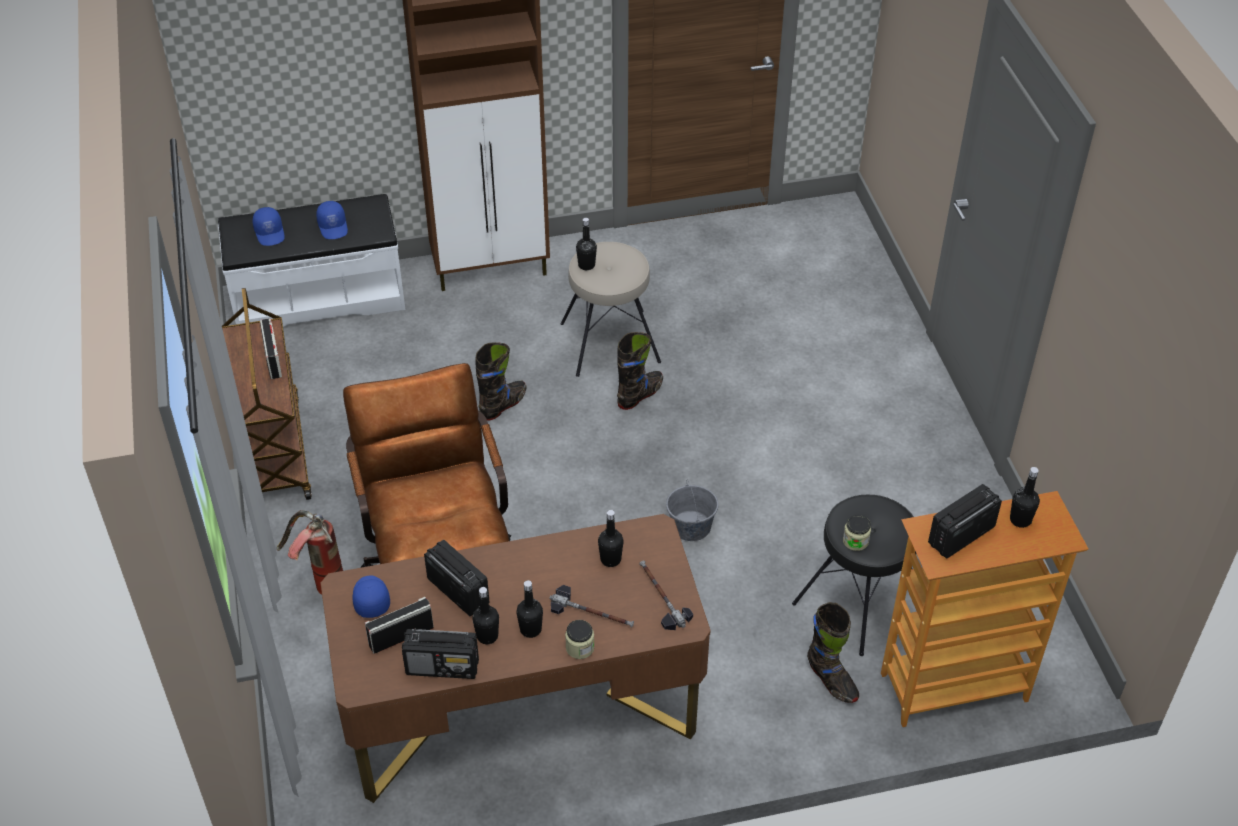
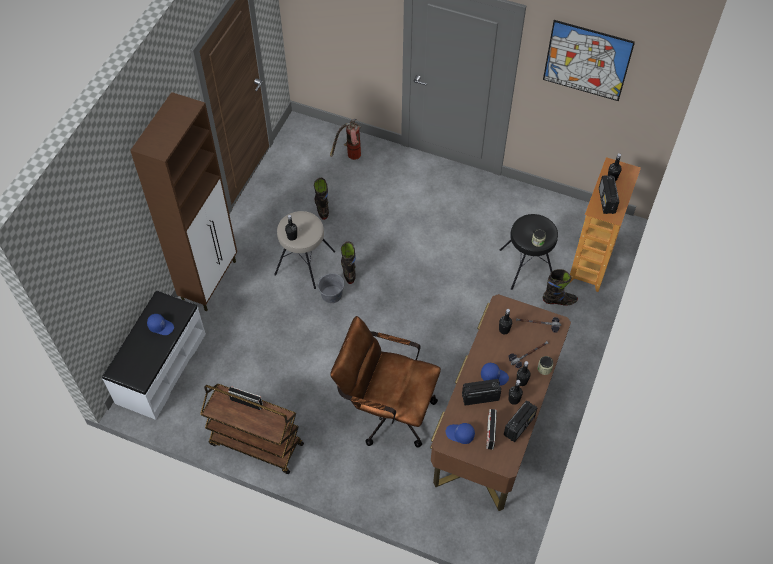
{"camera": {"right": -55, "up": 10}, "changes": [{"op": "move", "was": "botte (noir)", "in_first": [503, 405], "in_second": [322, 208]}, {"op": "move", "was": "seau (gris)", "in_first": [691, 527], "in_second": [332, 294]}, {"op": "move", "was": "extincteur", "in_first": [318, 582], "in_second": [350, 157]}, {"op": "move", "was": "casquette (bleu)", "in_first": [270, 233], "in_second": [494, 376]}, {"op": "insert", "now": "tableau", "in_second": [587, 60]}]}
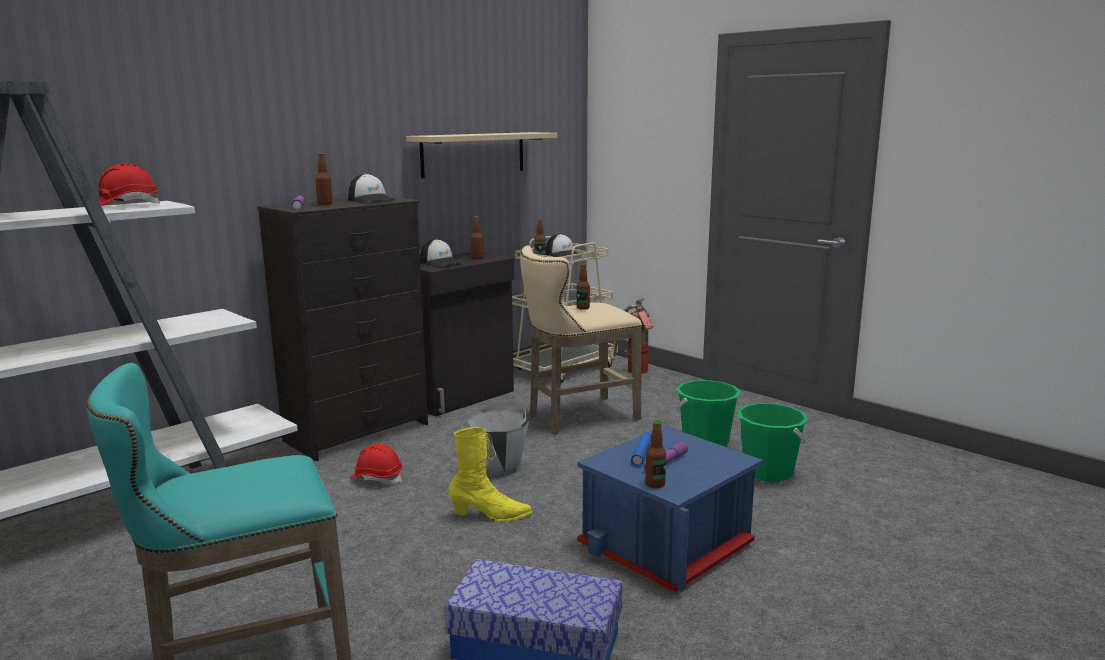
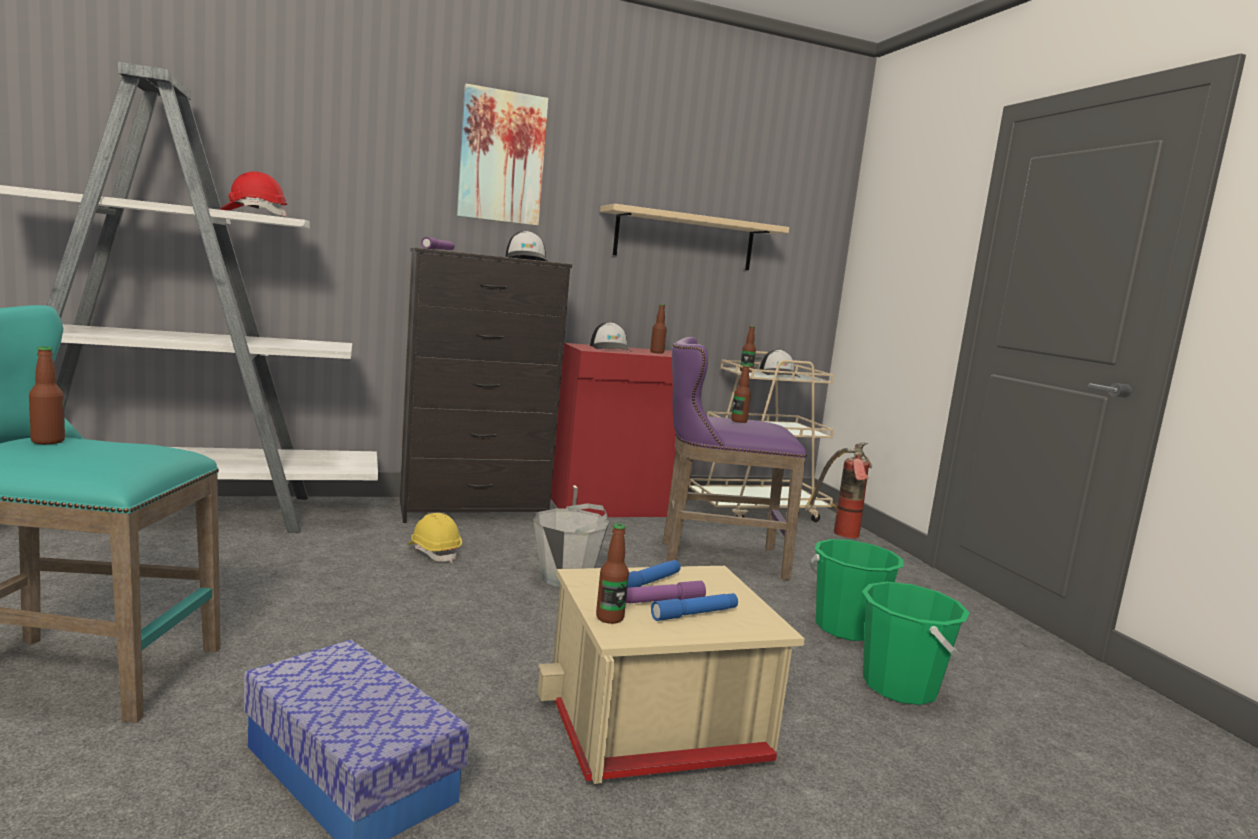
{"camera": {"right": 25, "up": -5}, "changes": [{"op": "move", "was": "bouteille", "in_first": [325, 204], "in_second": [48, 441]}, {"op": "recolor", "was": "casque de chantier (rouge)", "now": "casque de chantier (jaune)", "in_first": [377, 478], "in_second": [434, 552]}, {"op": "insert", "now": "tableau", "in_second": [502, 157]}, {"op": "recolor", "was": "boîte de rangement (bleu)", "now": "boîte de rangement (beige)", "in_first": [668, 544], "in_second": [658, 723]}, {"op": "recolor", "was": "meuble de rangement (noir)", "now": "meuble de rangement (rouge)", "in_first": [461, 397], "in_second": [614, 508]}, {"op": "insert", "now": "lampe de poche (bleu)", "in_second": [694, 614]}, {"op": "recolor", "was": "tabouret (beige)", "now": "tabouret (violet)", "in_first": [576, 417], "in_second": [715, 558]}, {"op": "delete", "was": "botte (jaune)", "in_first": [490, 516]}]}
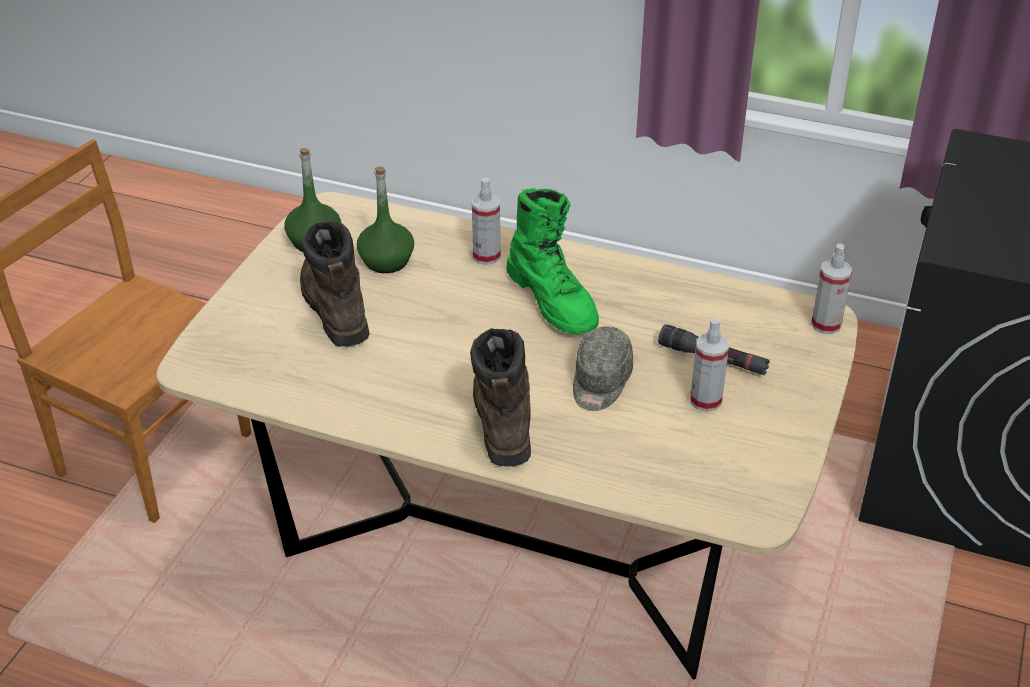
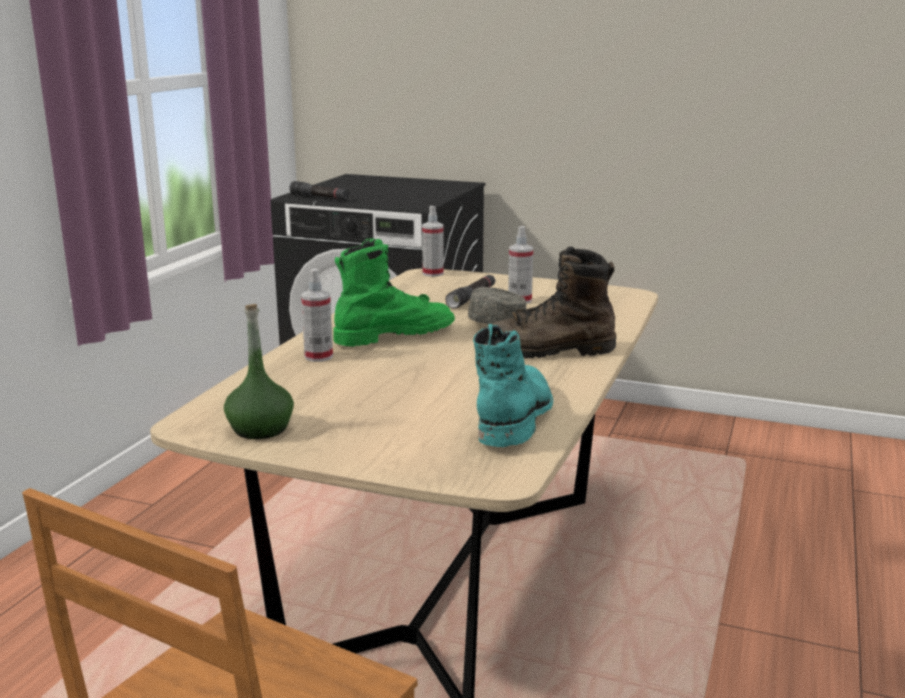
{"camera": {"right": -90, "up": -20}, "changes": [{"op": "insert", "now": "lampe de poche (noir)", "in_second": [319, 197]}, {"op": "insert", "now": "botte (turquoise)", "in_second": [515, 416]}, {"op": "delete", "was": "botte (marron)", "in_first": [333, 306]}, {"op": "delete", "was": "bouteille (vert)", "in_first": [386, 261]}]}
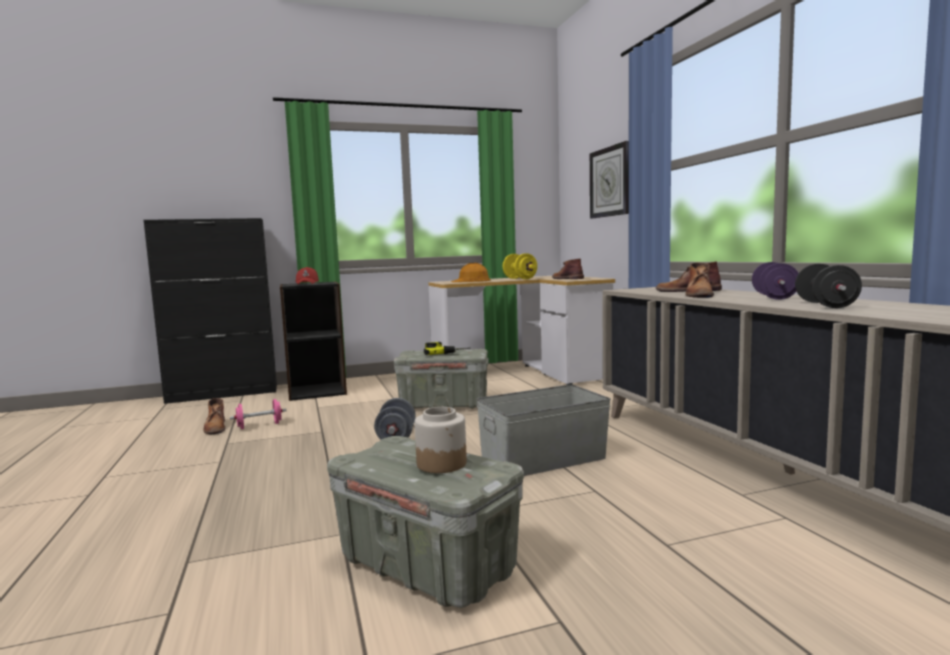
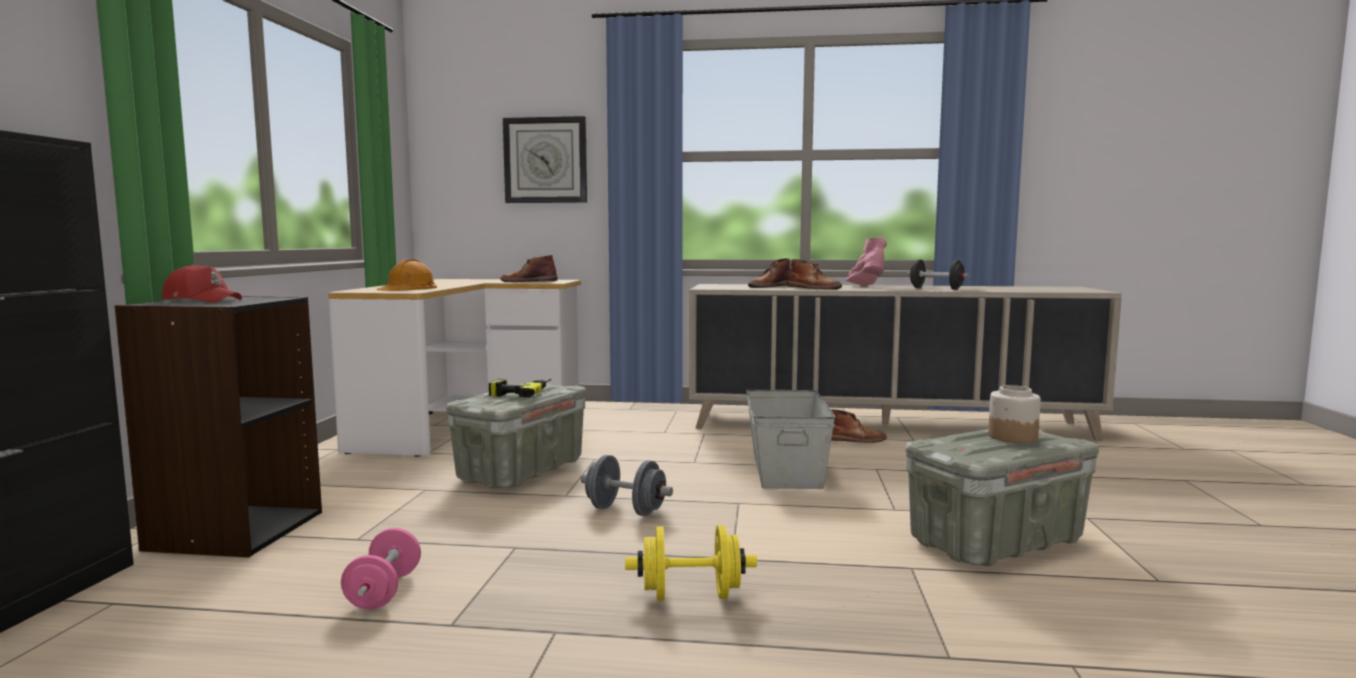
{"camera": {"right": -65, "up": 0}, "changes": [{"op": "move", "was": "haltère (jaune)", "in_first": [520, 279], "in_second": [691, 595]}, {"op": "move", "was": "botte (marron)", "in_first": [215, 427], "in_second": [855, 439]}, {"op": "replace", "was": "haltère (violet)", "now": "botte (rose)", "in_first": [774, 297], "in_second": [866, 286]}]}
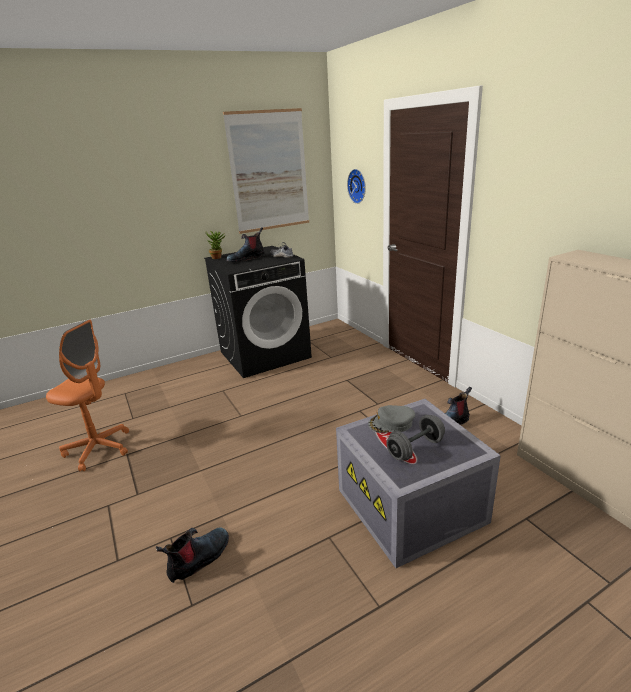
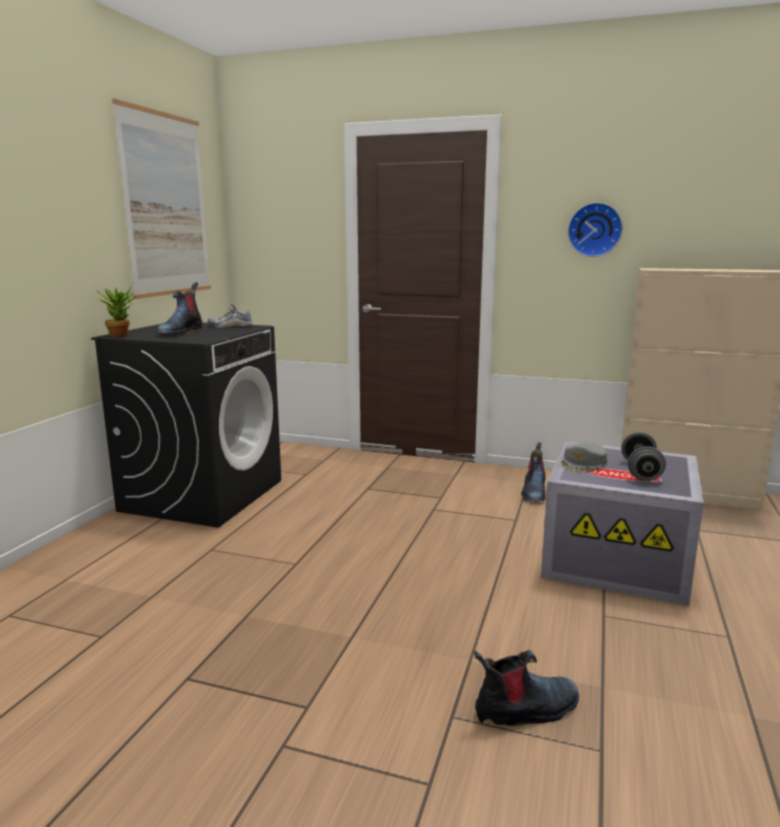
{"camera": {"right": -45, "up": -10}, "changes": [{"op": "rotate", "was": "botte", "in_first": [199, 559], "in_second": [526, 710], "clockwise": 75}, {"op": "move", "was": "horloge murale", "in_first": [358, 186], "in_second": [594, 229]}, {"op": "delete", "was": "chaise de bureau (orange)", "in_first": [99, 449]}]}
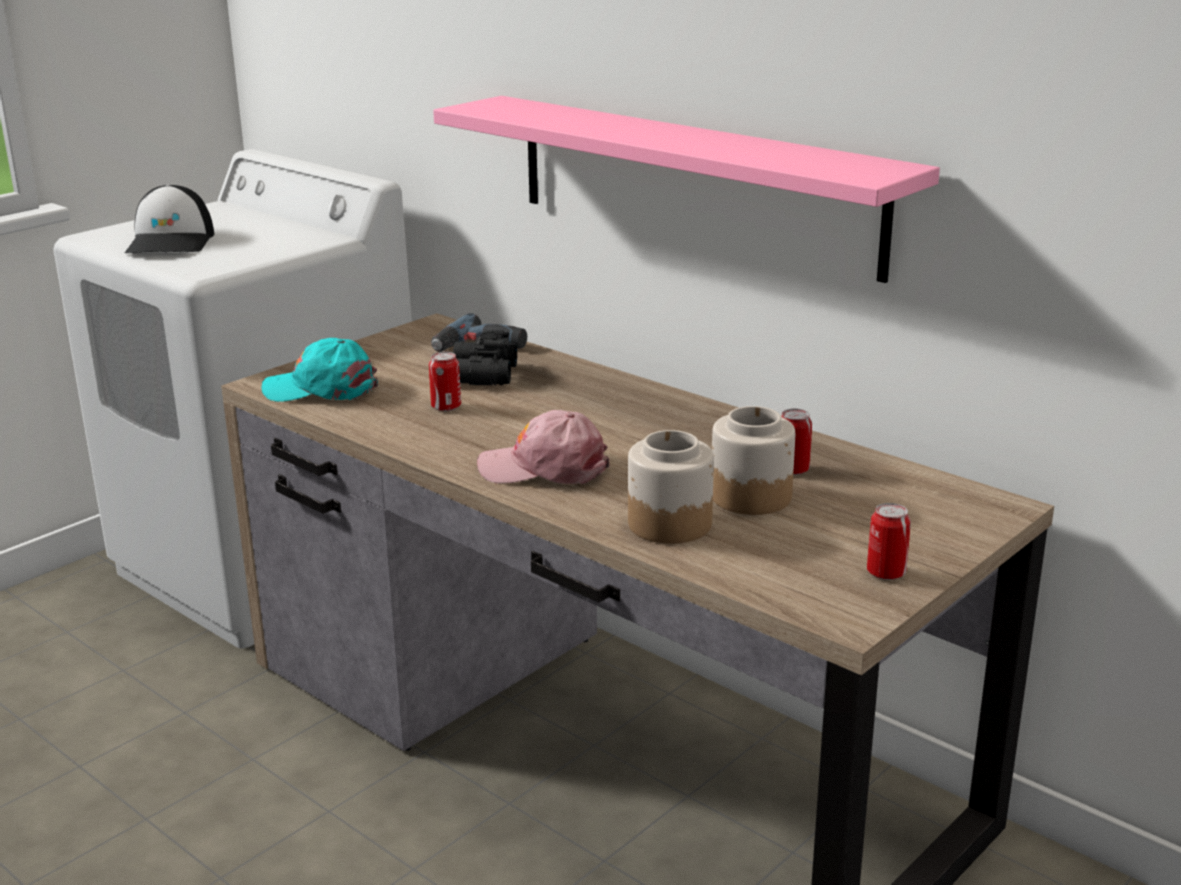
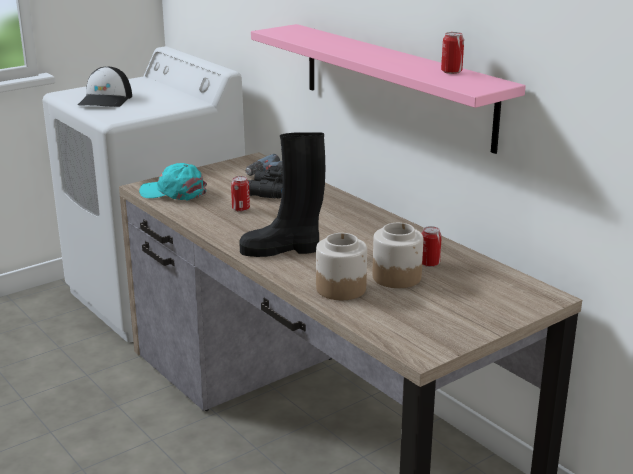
{"camera": {"right": 10, "up": 0}, "changes": [{"op": "replace", "was": "casquette (rose)", "now": "botte (noir)", "in_first": [544, 468], "in_second": [282, 249]}, {"op": "move", "was": "boîte métallique", "in_first": [886, 573], "in_second": [451, 72]}]}
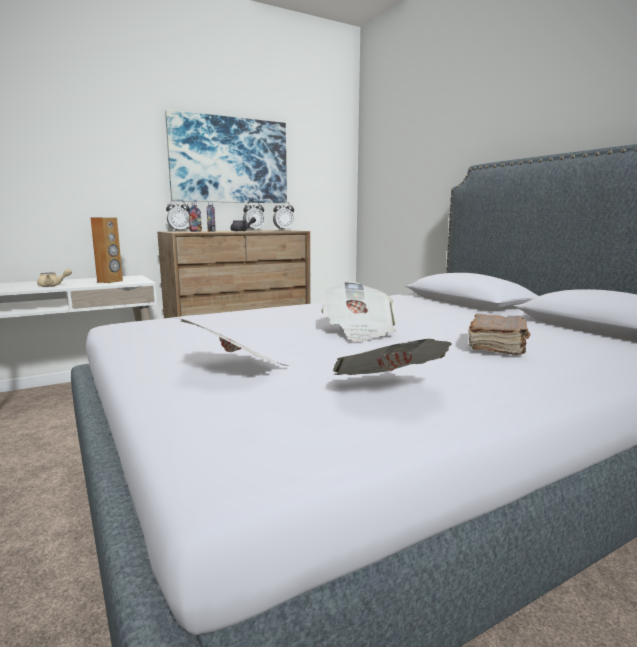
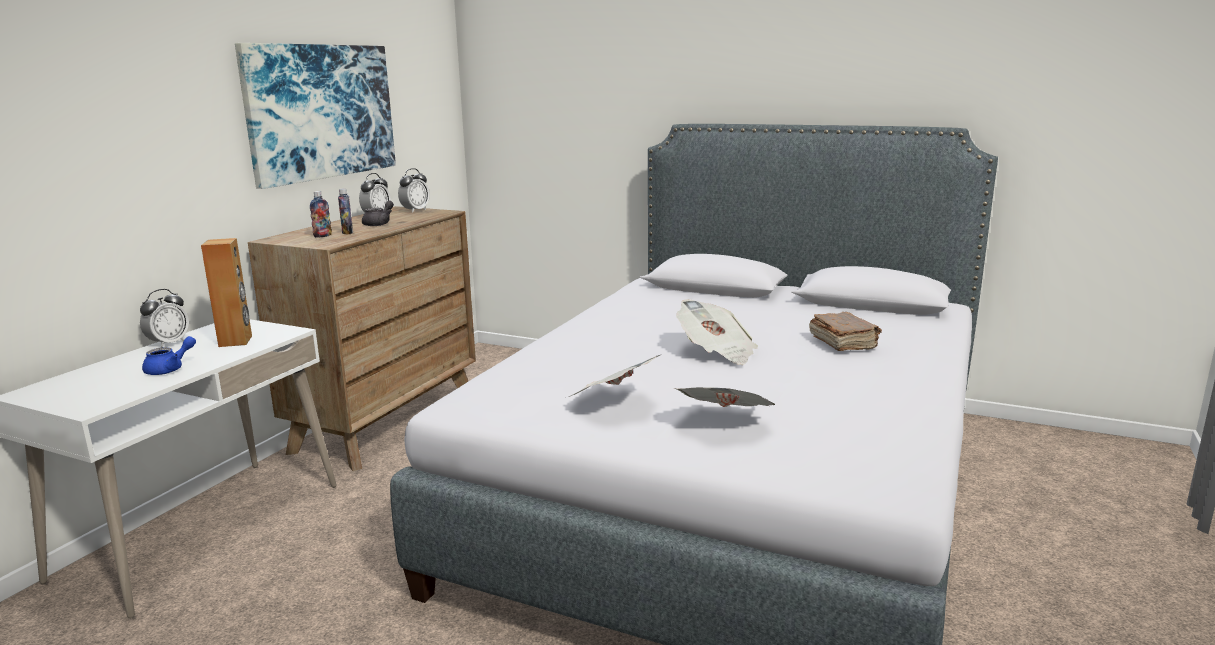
{"camera": {"right": -35, "up": 5}, "changes": [{"op": "move", "was": "réveil", "in_first": [179, 231], "in_second": [168, 343]}, {"op": "recolor", "was": "théière (beige)", "now": "théière (bleu)", "in_first": [53, 285], "in_second": [170, 369]}, {"op": "move", "was": "journal", "in_first": [387, 391], "in_second": [612, 401]}]}
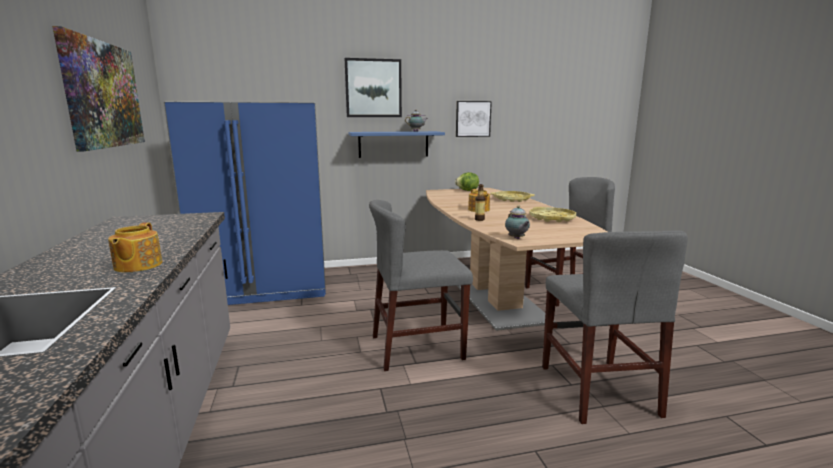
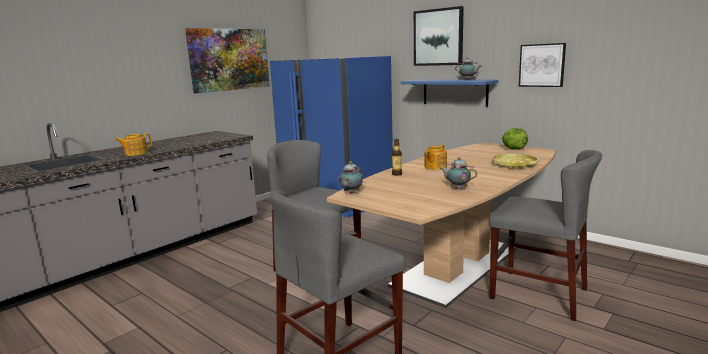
{"camera": {"right": 55, "up": 0}, "changes": [{"op": "replace", "was": "plateau (jaune)", "now": "théière", "in_first": [552, 218], "in_second": [457, 188]}]}
